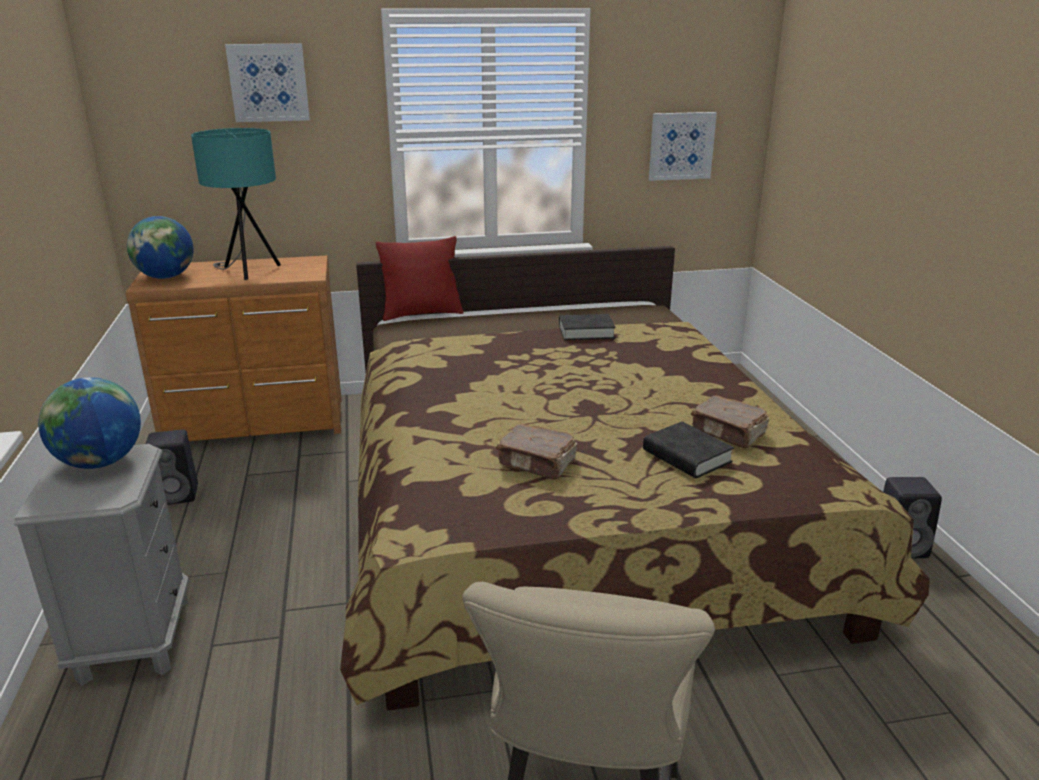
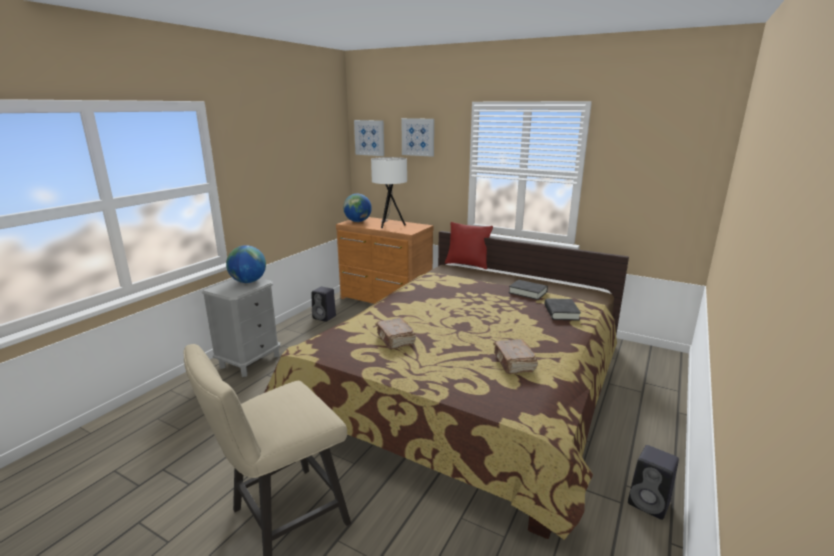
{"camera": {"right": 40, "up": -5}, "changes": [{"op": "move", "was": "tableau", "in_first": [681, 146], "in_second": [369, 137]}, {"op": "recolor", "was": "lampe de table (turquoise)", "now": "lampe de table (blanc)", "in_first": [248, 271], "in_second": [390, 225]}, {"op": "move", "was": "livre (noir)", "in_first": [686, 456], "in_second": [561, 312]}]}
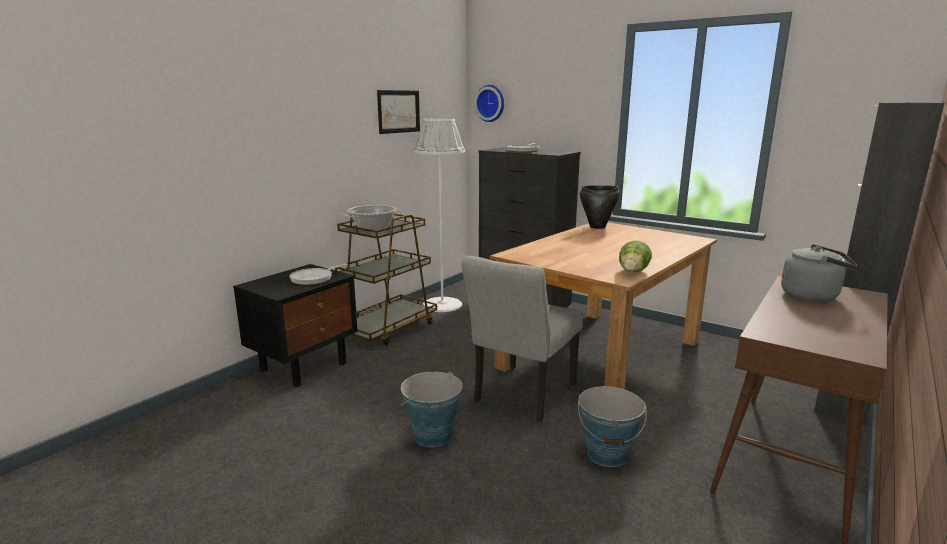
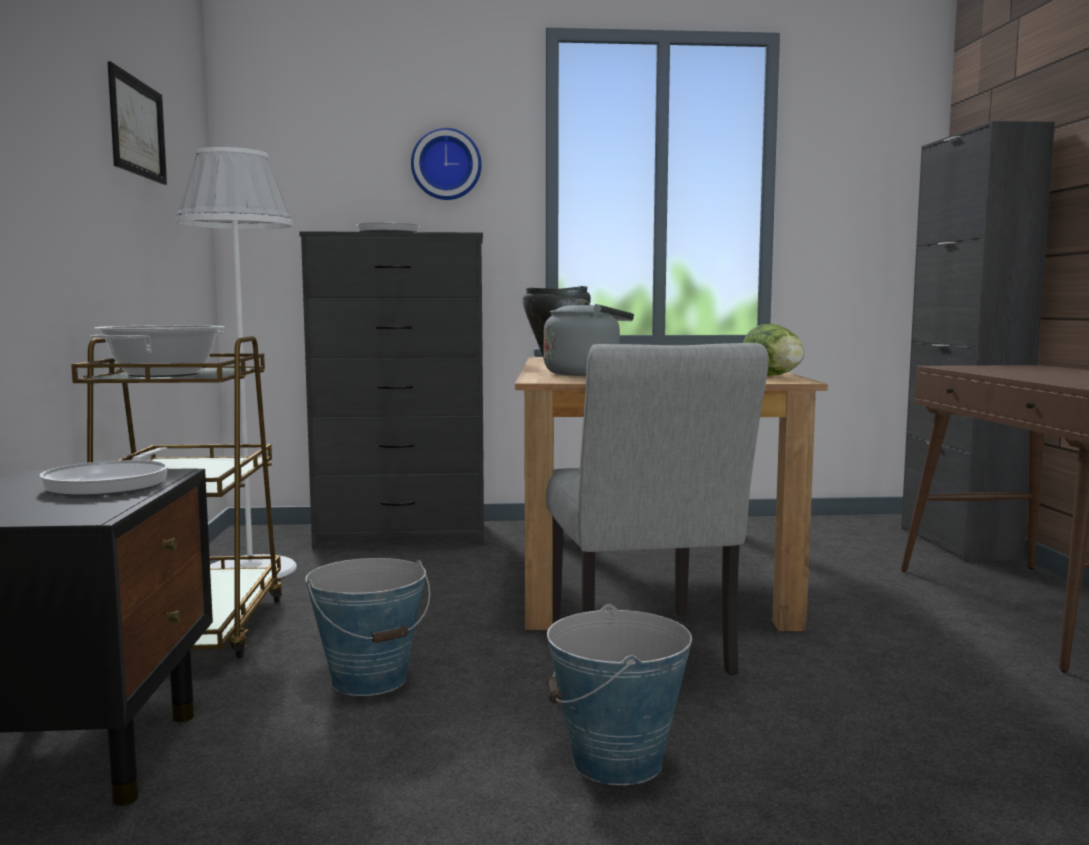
{"camera": {"right": -40, "up": -10}, "changes": [{"op": "move", "was": "seau", "in_first": [607, 454], "in_second": [370, 680]}, {"op": "move", "was": "horloge murale", "in_first": [491, 103], "in_second": [446, 165]}, {"op": "move", "was": "bouilloire (gris)", "in_first": [813, 296], "in_second": [586, 374]}]}
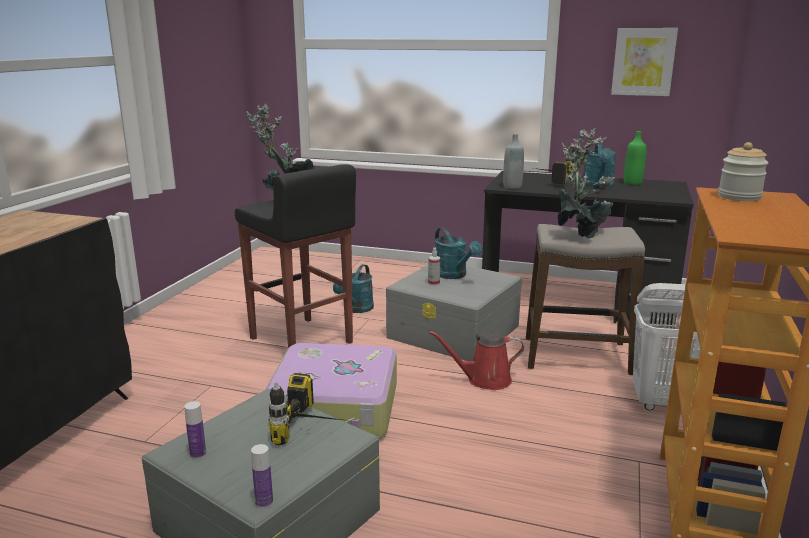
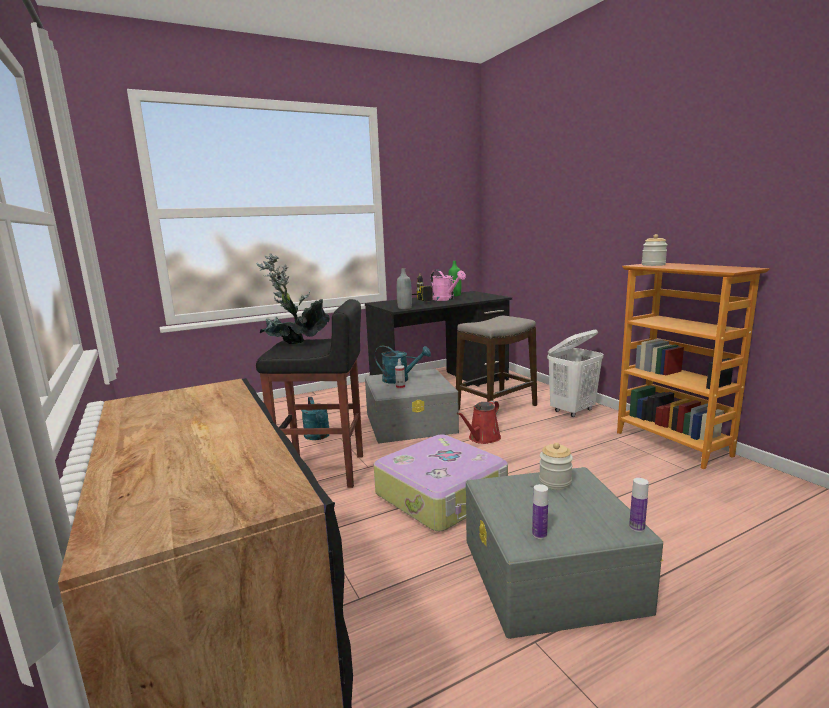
{"camera": {"right": -45, "up": -5}, "changes": [{"op": "recolor", "was": "arrosoir (turquoise)", "now": "arrosoir (rose)", "in_first": [598, 186], "in_second": [446, 299]}, {"op": "replace", "was": "perceuse", "now": "bocal", "in_first": [314, 430], "in_second": [555, 482]}, {"op": "delete", "was": "plante en pot", "in_first": [580, 235]}, {"op": "delete", "was": "tableau", "in_first": [643, 62]}]}
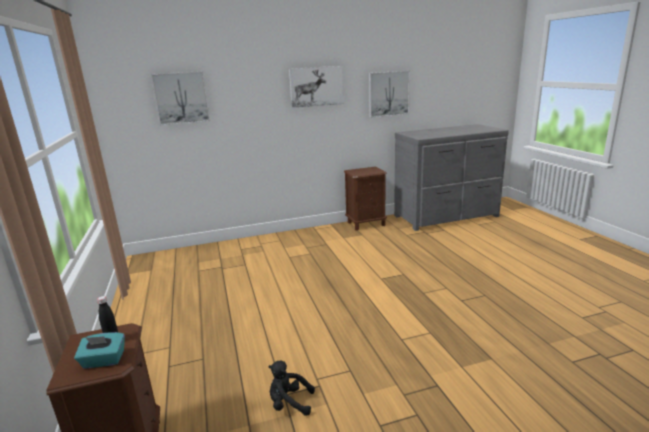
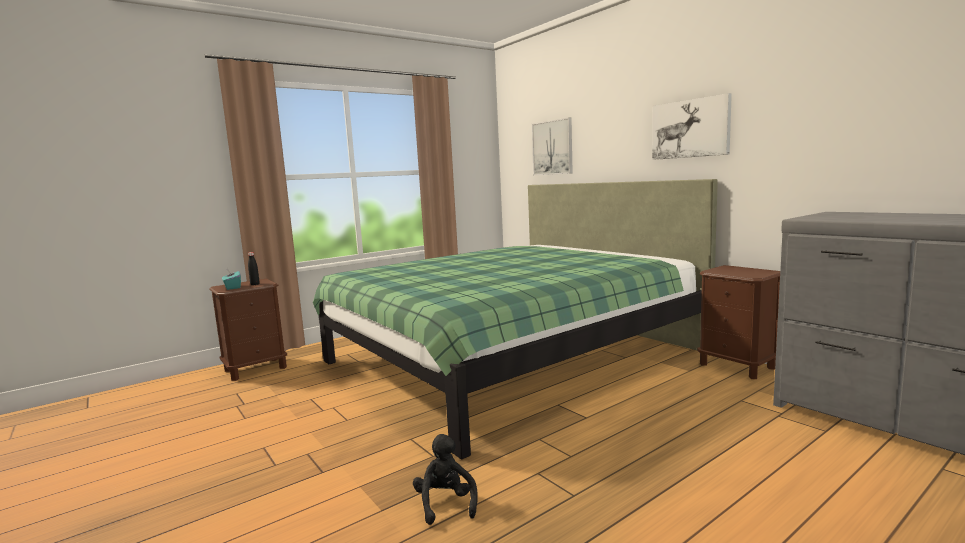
{"camera": {"right": 70, "up": -10}, "changes": [{"op": "insert", "now": "lit (vert)", "in_second": [510, 356]}, {"op": "move", "was": "peluche (noir)", "in_first": [289, 403], "in_second": [445, 503]}, {"op": "delete", "was": "tableau", "in_first": [388, 94]}]}
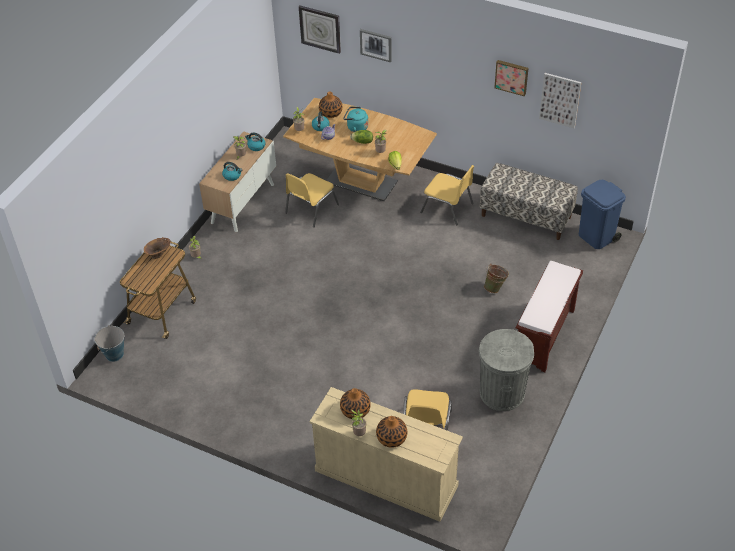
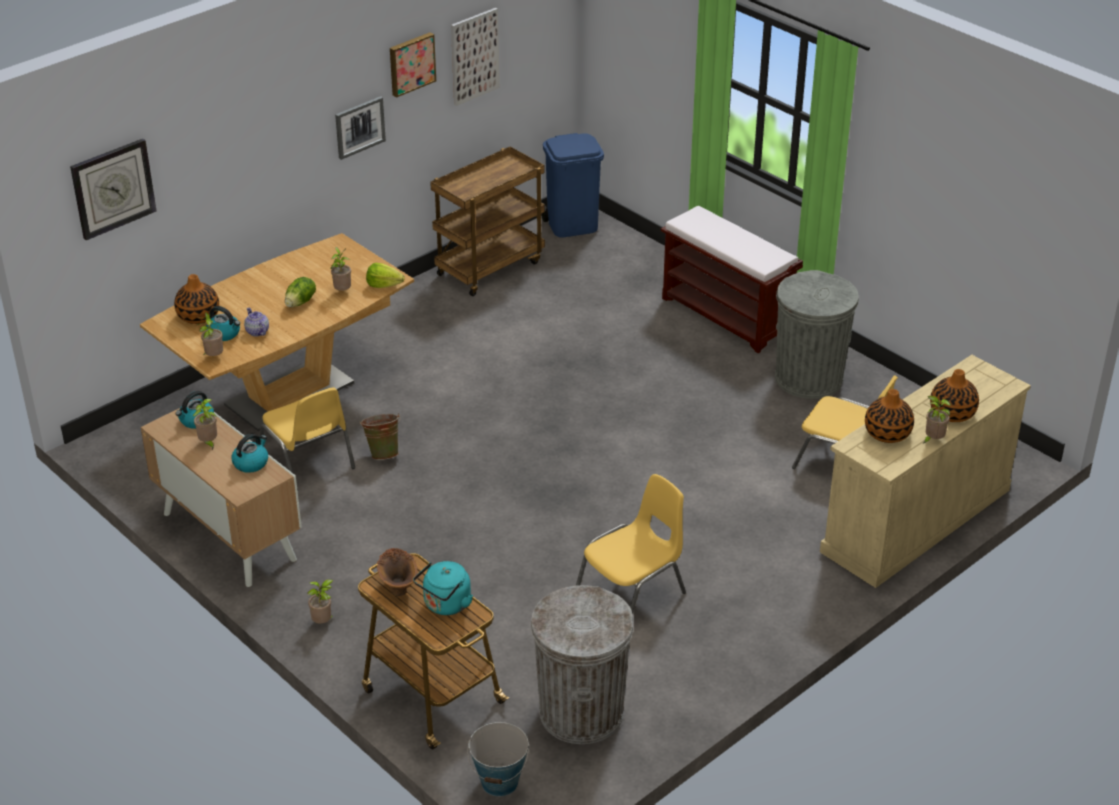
{"camera": {"right": -70, "up": -10}, "changes": [{"op": "move", "was": "tableau", "in_first": [376, 45], "in_second": [359, 127]}, {"op": "move", "was": "seau (vert)", "in_first": [495, 287], "in_second": [383, 453]}, {"op": "move", "was": "bouilloire (turquoise)", "in_first": [356, 127], "in_second": [445, 605]}, {"op": "replace", "was": "banc", "now": "chariot (marron)", "in_first": [526, 216], "in_second": [490, 267]}, {"op": "insert", "now": "poubelle (gris)", "in_second": [581, 712]}, {"op": "move", "was": "chaise (jaune)", "in_first": [448, 208], "in_second": [633, 590]}]}
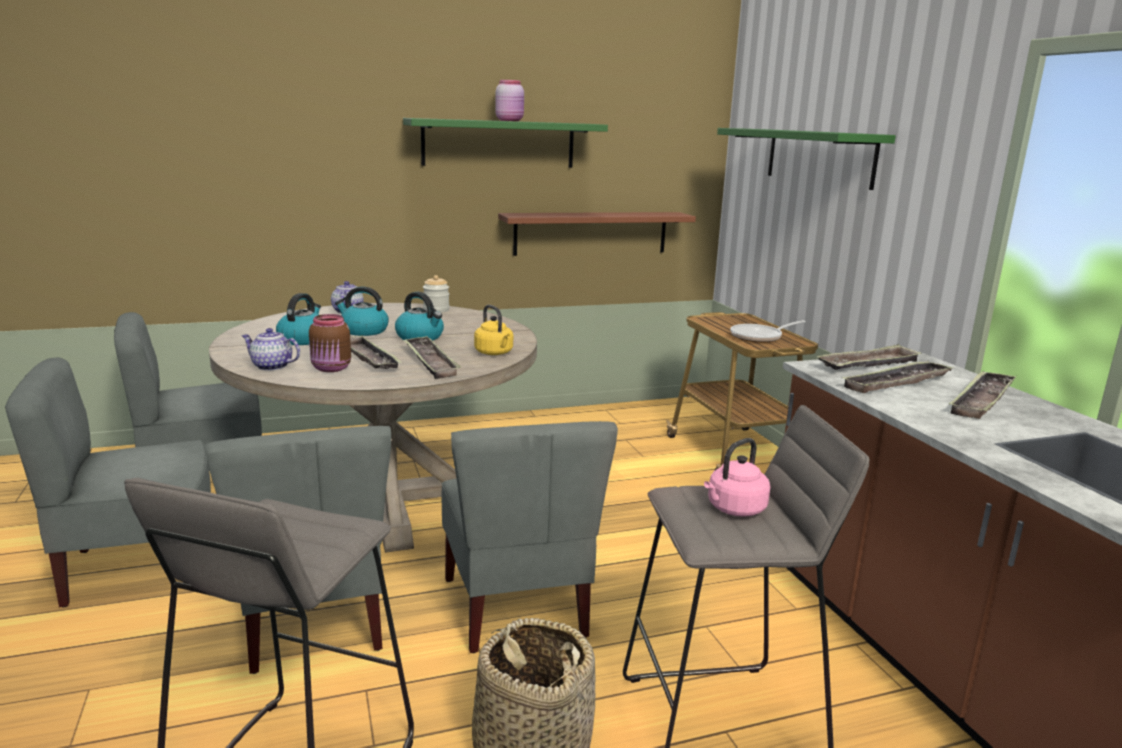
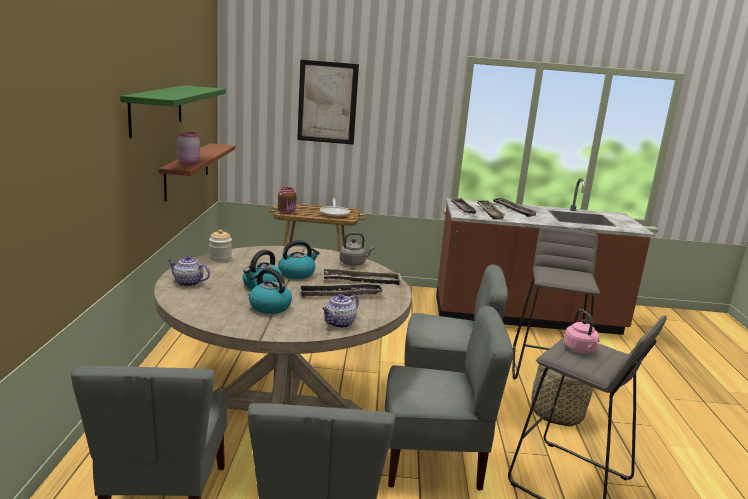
{"camera": {"right": -70, "up": 0}, "changes": [{"op": "move", "was": "bocal (rose)", "in_first": [510, 121], "in_second": [189, 162]}, {"op": "move", "was": "bocal (marron)", "in_first": [332, 369], "in_second": [287, 212]}, {"op": "replace", "was": "étagère (vert)", "now": "tableau", "in_first": [819, 157], "in_second": [327, 102]}, {"op": "recolor", "was": "bouilloire (jaune)", "now": "bouilloire (gris)", "in_first": [495, 353], "in_second": [354, 263]}, {"op": "move", "was": "bouilloire (rose)", "in_first": [734, 509], "in_second": [580, 349]}]}
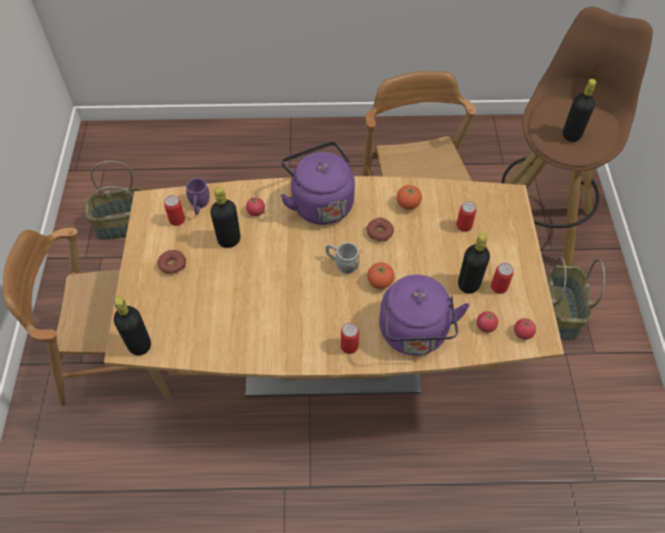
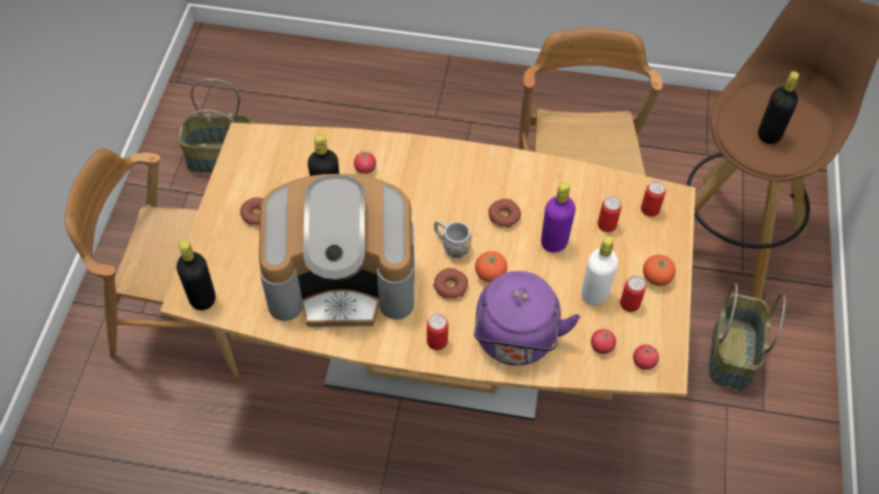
{"camera": {"right": 10, "up": 0}, "changes": [{"op": "insert", "now": "machine à café", "in_second": [343, 279]}, {"op": "insert", "now": "beignet", "in_second": [450, 287]}, {"op": "insert", "now": "bouteille (violet)", "in_second": [554, 242]}, {"op": "recolor", "was": "bouteille (noir)", "now": "bouteille (blanc)", "in_first": [468, 284], "in_second": [594, 295]}, {"op": "move", "was": "boîte métallique", "in_first": [177, 220], "in_second": [650, 209]}, {"op": "move", "was": "tomate", "in_first": [408, 204], "in_second": [656, 278]}, {"op": "delete", "was": "mug (violet)", "in_first": [199, 206]}, {"op": "delete", "was": "bouilloire (violet)", "in_first": [320, 203]}]}
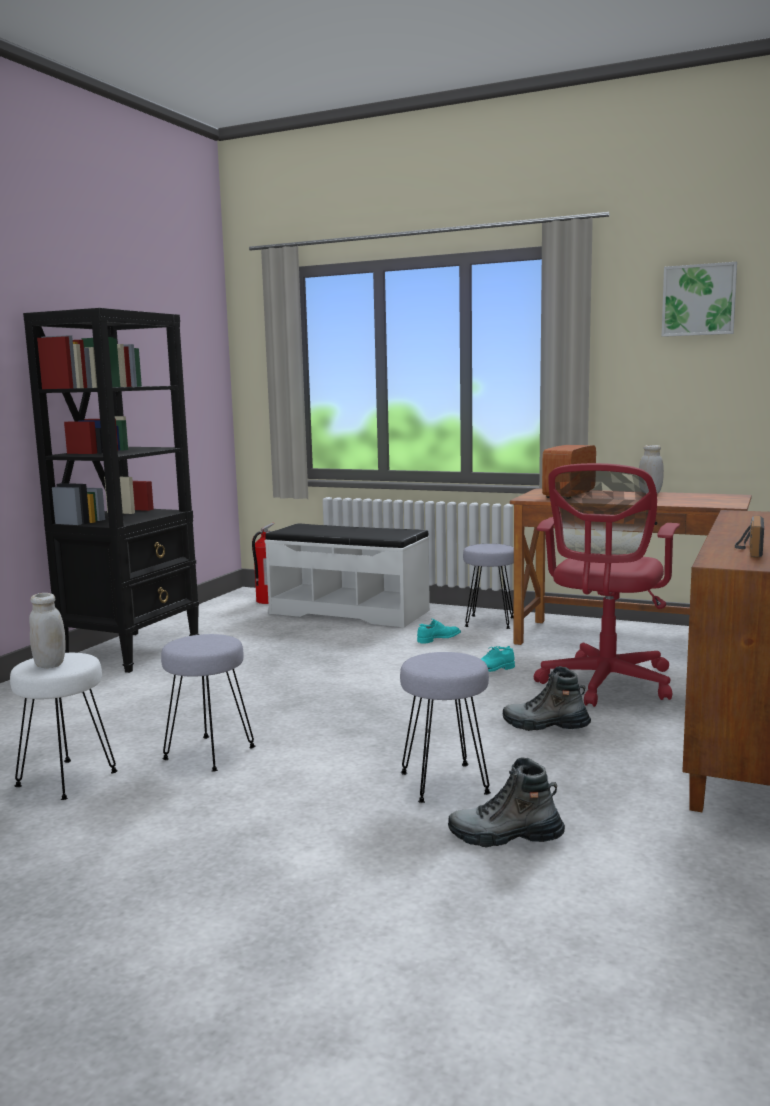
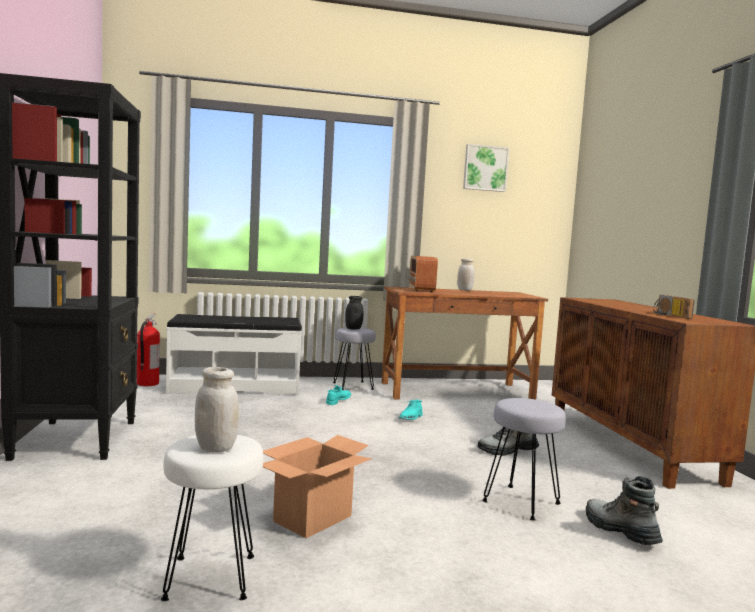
{"camera": {"right": -35, "up": -5}, "changes": [{"op": "replace", "was": "tabouret (gris)", "now": "carton", "in_first": [208, 754], "in_second": [312, 519]}, {"op": "insert", "now": "bocal (noir)", "in_second": [353, 328]}, {"op": "rotate", "was": "botte", "in_first": [505, 837], "in_second": [620, 531], "clockwise": 90}, {"op": "delete", "was": "chaise de bureau (rouge)", "in_first": [605, 685]}]}
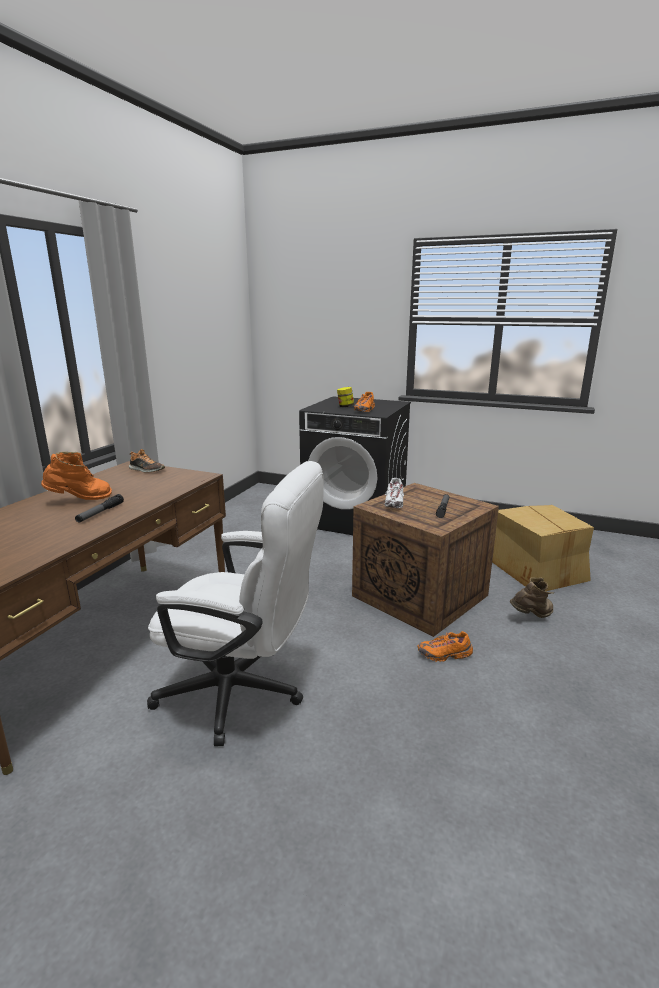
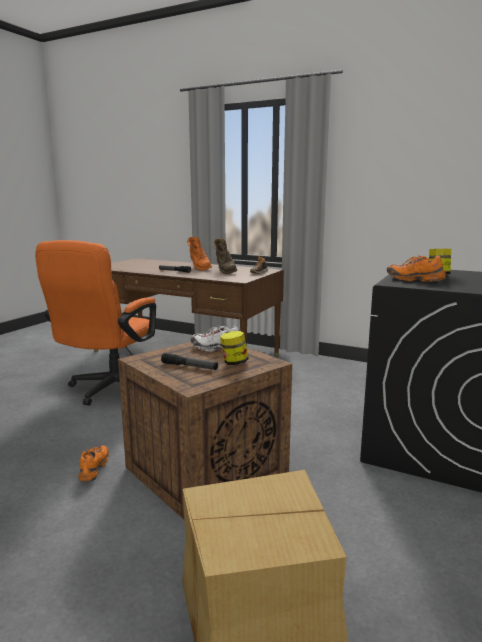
{"camera": {"right": 95, "up": -5}, "changes": [{"op": "recolor", "was": "chaise de bureau (blanc)", "now": "chaise de bureau (orange)", "in_first": [243, 693], "in_second": [109, 390]}, {"op": "move", "was": "botte (marron)", "in_first": [531, 616], "in_second": [225, 271]}, {"op": "insert", "now": "bocal", "in_second": [234, 363]}]}
